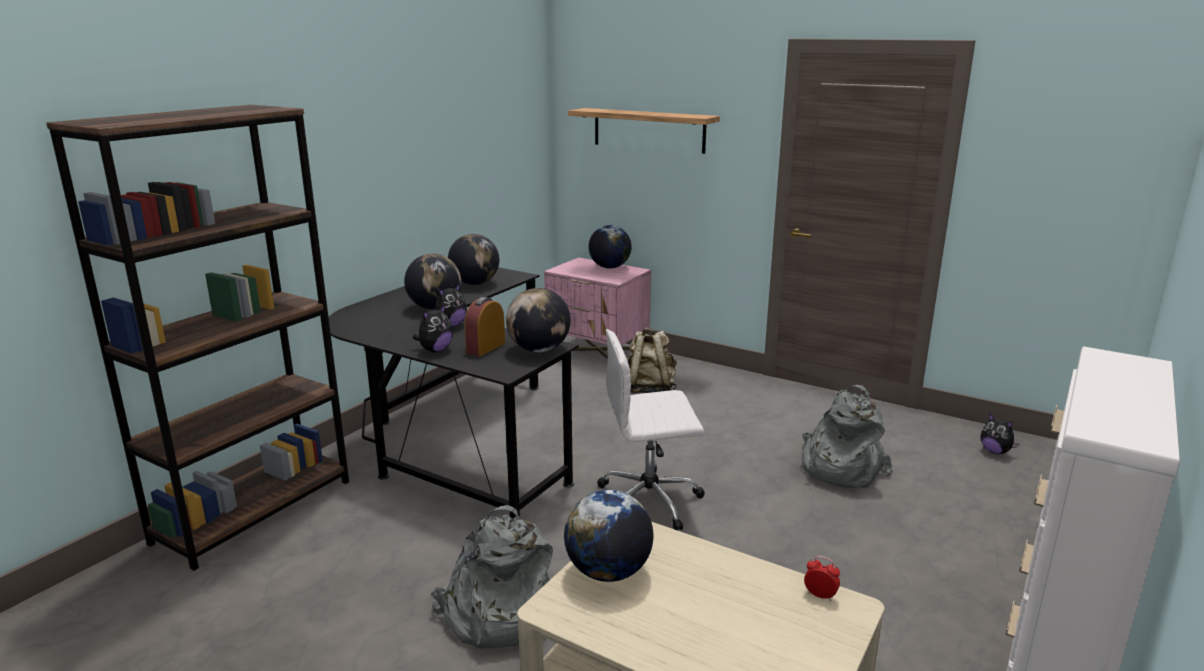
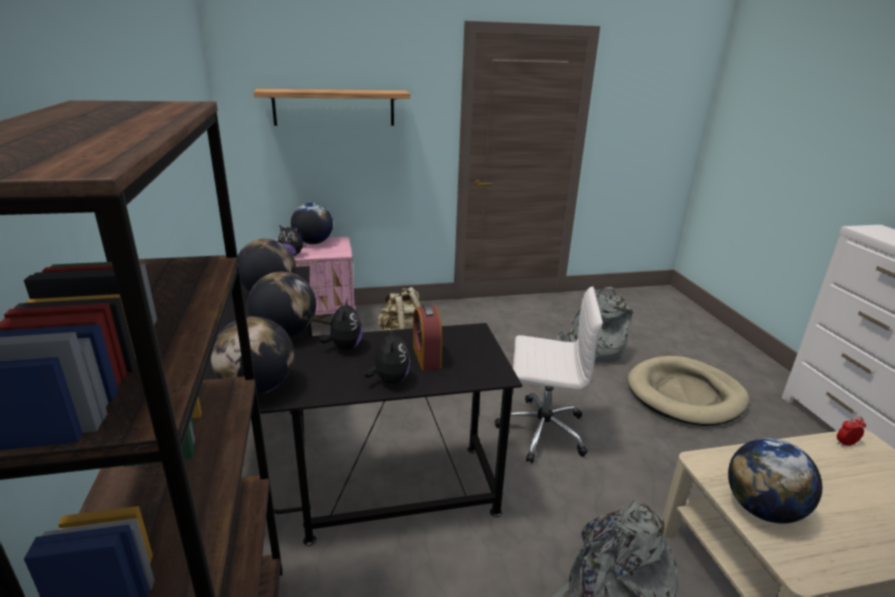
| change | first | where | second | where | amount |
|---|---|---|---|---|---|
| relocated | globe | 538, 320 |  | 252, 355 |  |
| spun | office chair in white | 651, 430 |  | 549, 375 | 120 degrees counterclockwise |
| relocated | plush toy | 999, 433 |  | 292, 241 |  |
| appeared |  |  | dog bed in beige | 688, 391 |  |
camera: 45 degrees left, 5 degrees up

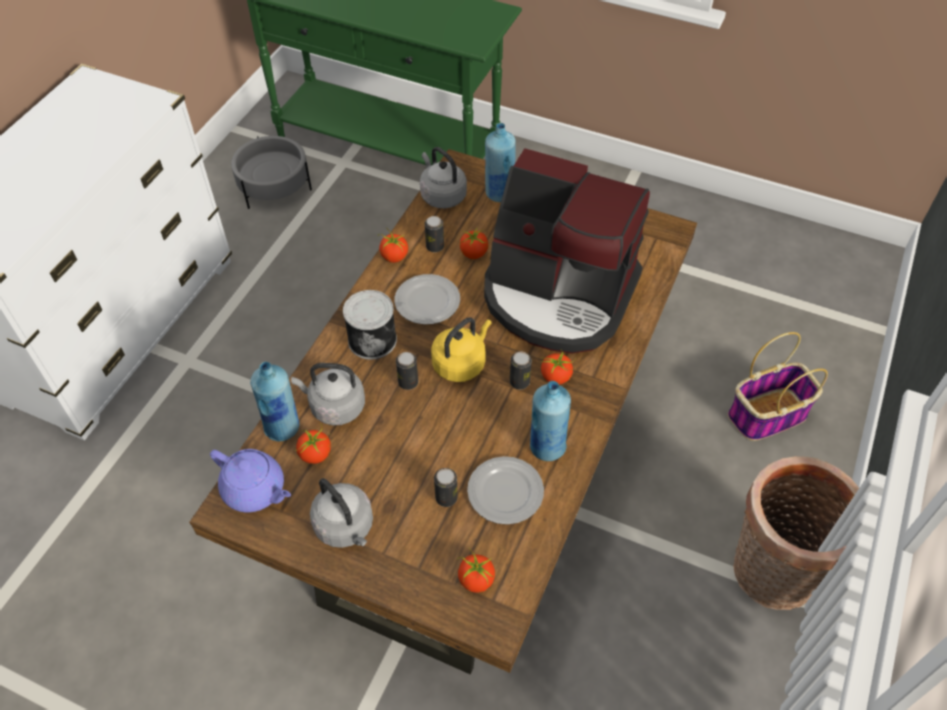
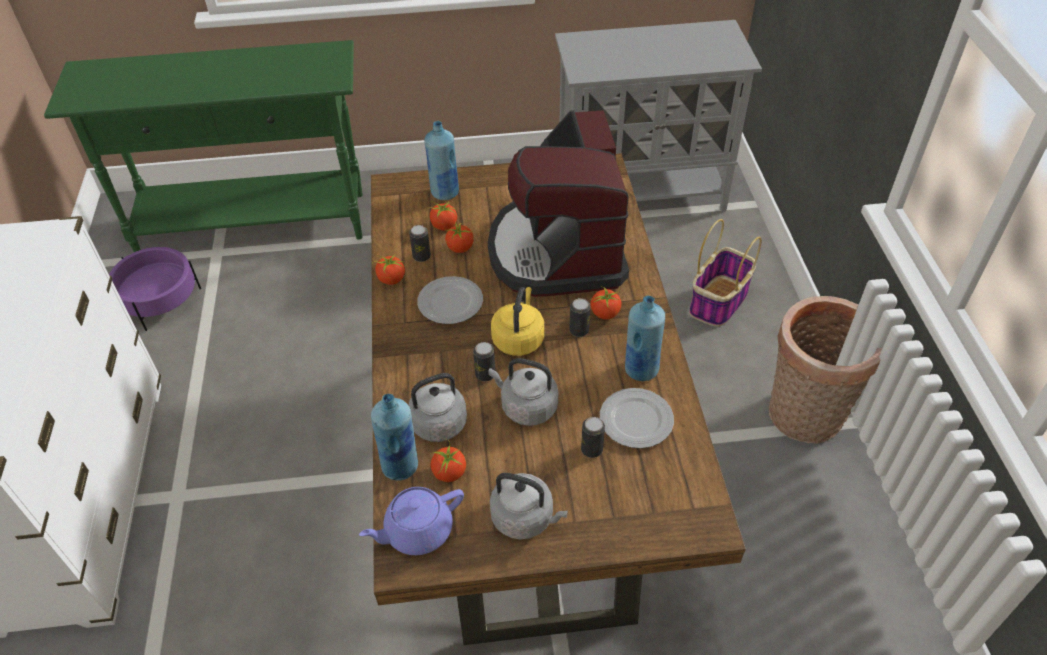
| change | first | where | second | where | amount |
|---|---|---|---|---|---|
| colour | planter in grey | 271, 172 | planter in purple | 155, 289 |  |
| relocated | kettle in grey | 443, 177 |  | 523, 392 |  |
| spun | coffee machine | 567, 251 |  | 558, 203 | 90 degrees clockwise |
| missing | can | 370, 325 |  |  |  |
| spun | teapot in purple | 250, 480 |  | 411, 521 | 150 degrees clockwise |
| relocated | tomato | 476, 570 |  | 442, 215 |  |
| appeared |  |  | cabinet in grey | 658, 116 |  |
camera: 30 degrees left, 5 degrees down

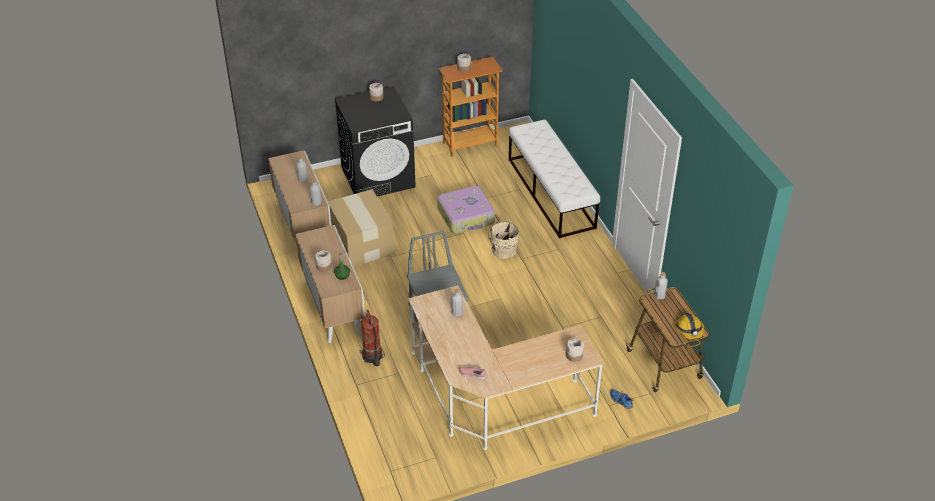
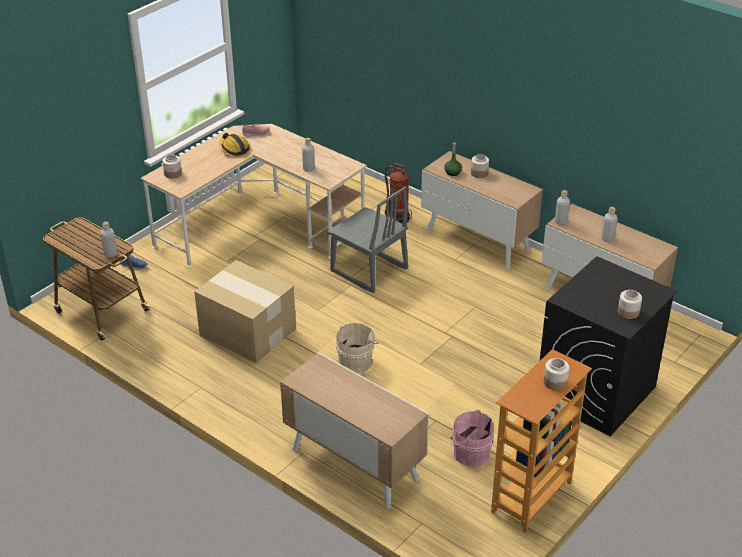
| change | first | where | second | where | amount |
|---|---|---|---|---|---|
| exchanged | bench in white | 554, 179 | cabinet | 354, 431 |  |
| missing | suitcase | 466, 210 |  |  |  |
| relocated | cardboard box | 361, 228 |  | 245, 311 |  |
| relocated | hard hat | 689, 326 |  | 235, 145 |  |
| appeared |  |  | bucket in pink | 472, 438 |  |
camera: 150 degrees right, 5 degrees down

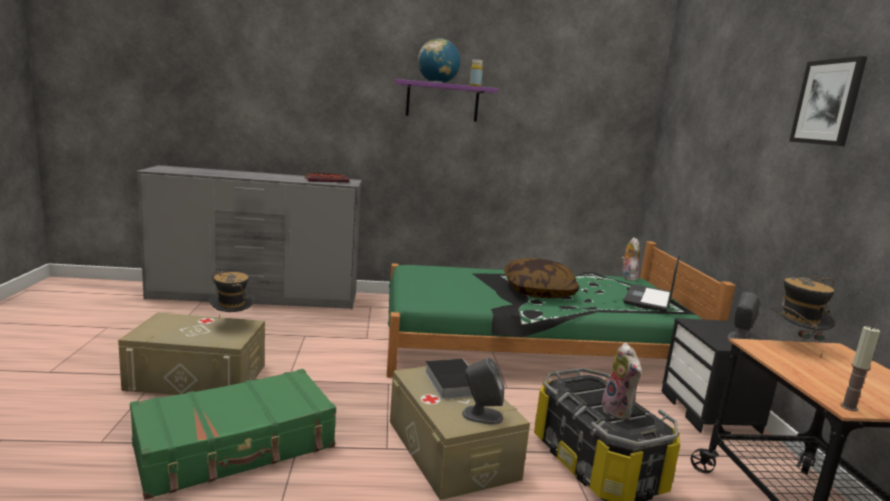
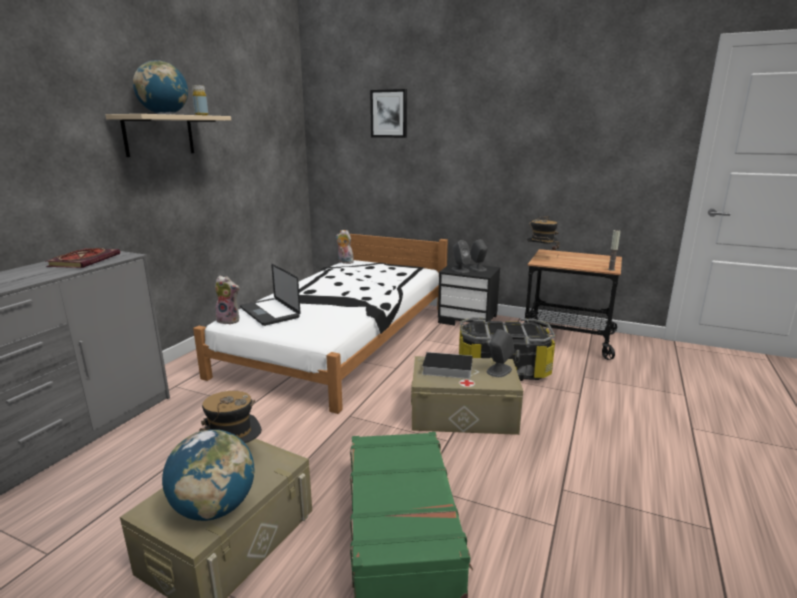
| change | first | where | second | where | amount |
|---|---|---|---|---|---|
| relocated | picture | 828, 101 |  | 388, 113 |  |
| colour | shelf in purple | 446, 100 | shelf in beige | 168, 135 |  |
| colour | bed in green | 561, 309 | bed in white | 320, 322 |  |
| relocated | laptop | 651, 283 |  | 270, 295 |  |
| missing | pillow | 542, 278 |  |  |  |
| relocated | plush toy | 622, 382 |  | 227, 300 |  |
| appeared |  |  | speaker in grey | 461, 256 |  |
| appeared |  |  | globe | 208, 475 |  |
camera: 60 degrees left, 5 degrees up

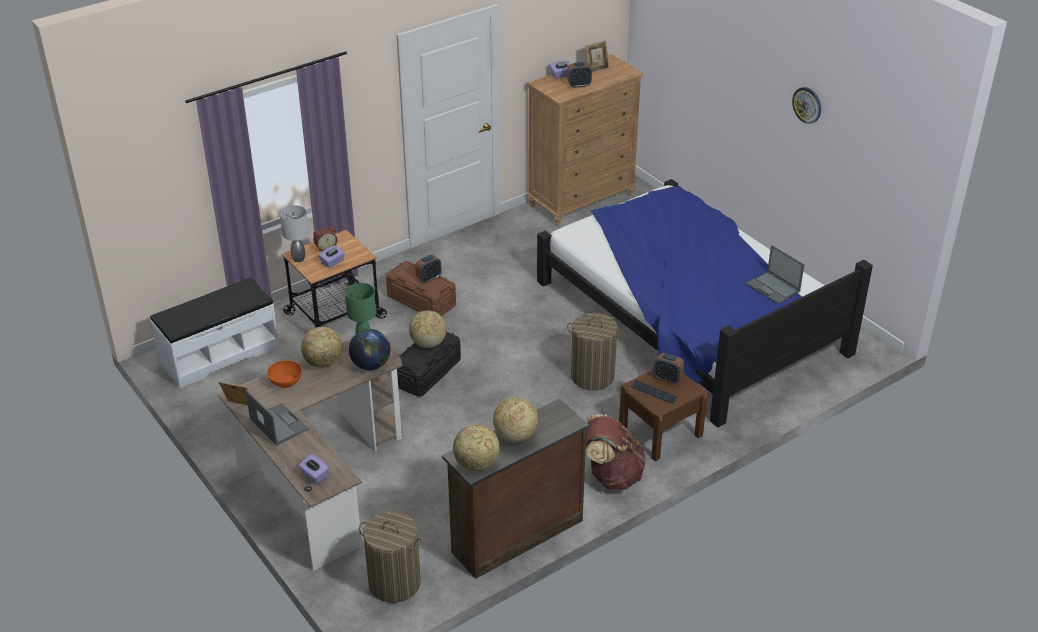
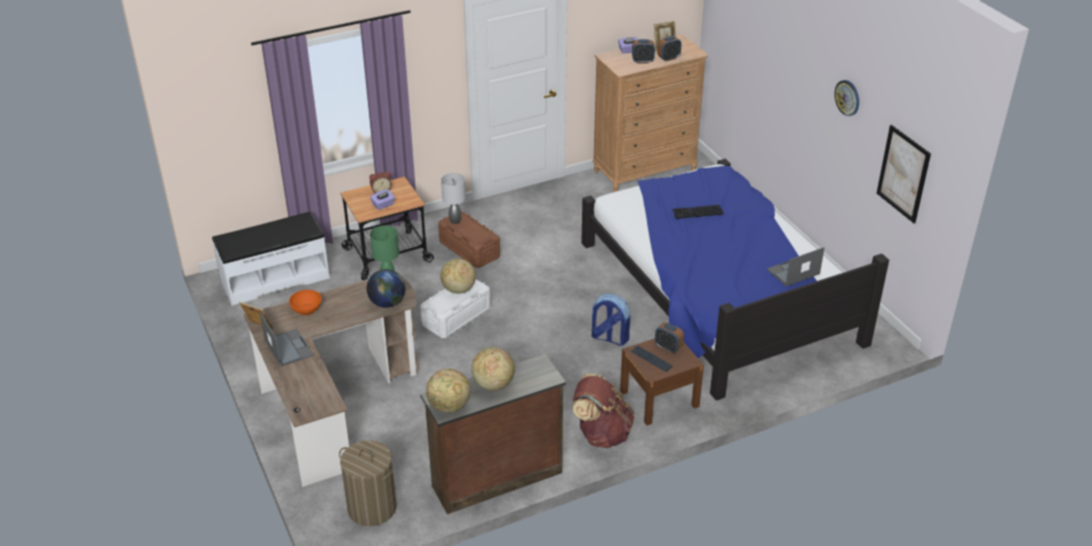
| change | first | where | second | where | amount |
|---|---|---|---|---|---|
| relocated | table lamp in grey | 294, 233 |  | 453, 198 |  |
| spun | laptop | 775, 274 |  | 795, 266 | 90 degrees clockwise |
| relocated | alarm clock | 428, 269 |  | 669, 48 |  |
| exchanged | laundry basket | 594, 351 | backpack | 610, 320 |  |
| missing | globe | 322, 347 |  |  |  |
| colour | storage box in black | 429, 364 | storage box in white | 455, 308 |  |
| missing | tissue box in purple | 313, 469 |  |  |  |
| appeared |  |  | picture | 904, 174 |  |
| appeared |  |  | keyboard | 698, 212 |  |
camera: 10 degrees right, 0 degrees up

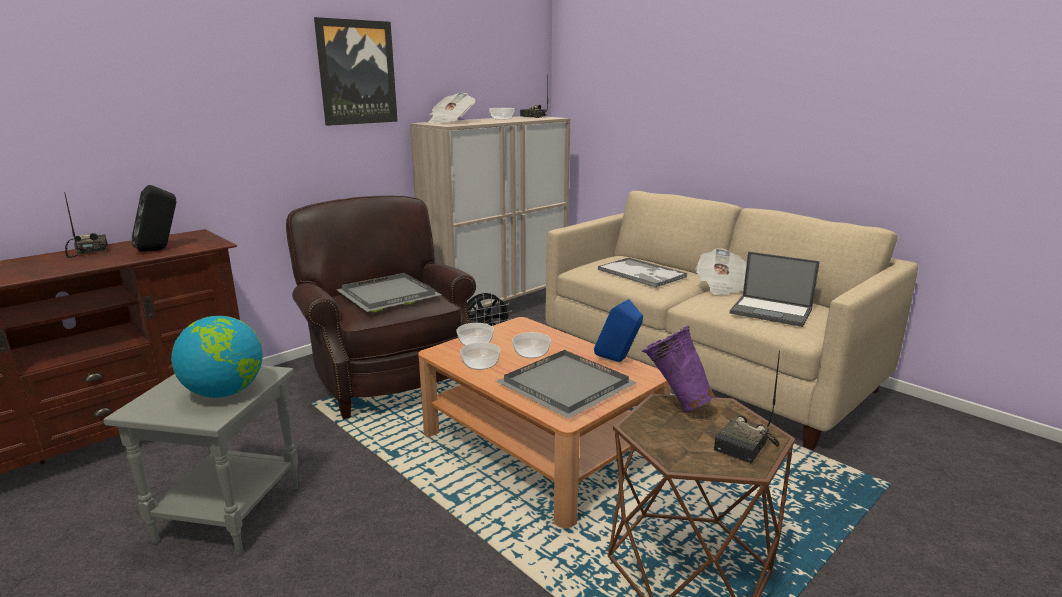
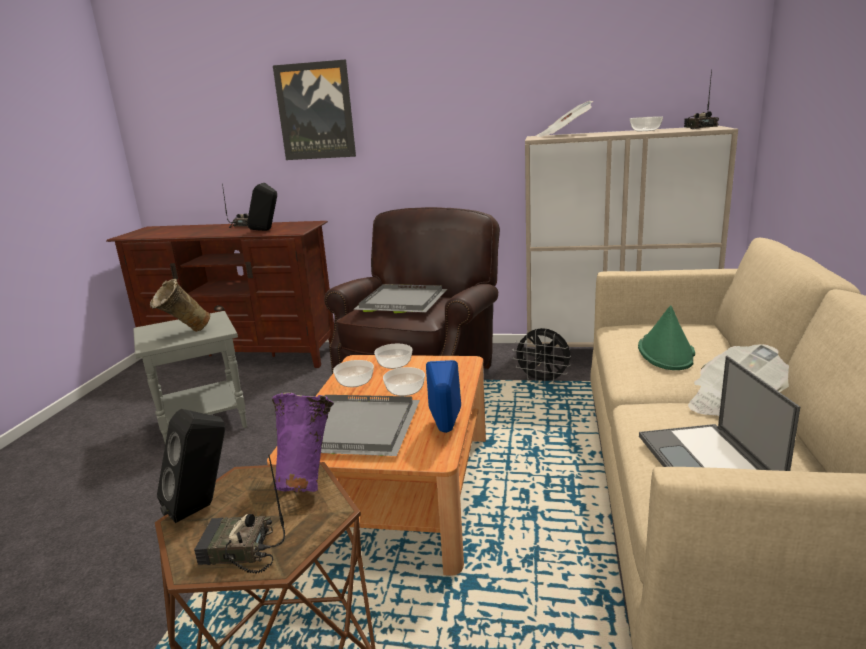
| change | first | where | second | where | amount |
|---|---|---|---|---|---|
| relocated | picture | 356, 71 |  | 314, 110 |  |
| exchanged | tray | 643, 272 | hat in green | 666, 338 |  |
| exchanged | globe | 217, 357 | vase in beige | 180, 305 |  |
| appeared |  |  | speaker in black | 191, 466 |  |
camera: 55 degrees right, 0 degrees up

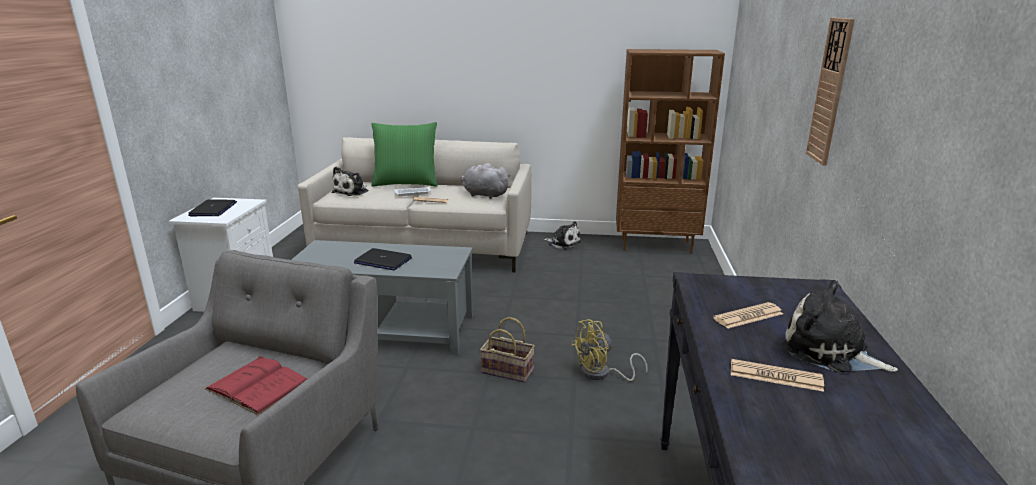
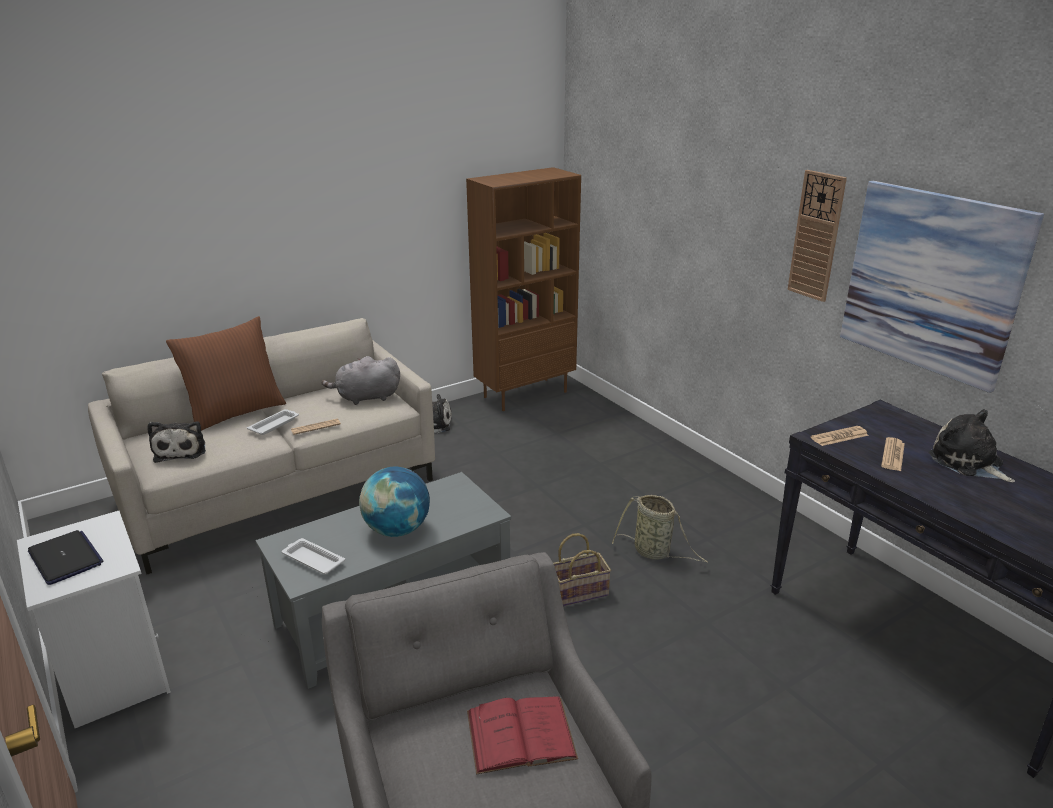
| change | first | where | second | where | amount |
|---|---|---|---|---|---|
| colour | pillow in green | 404, 154 | pillow in brown | 226, 373 |  |
| exchanged | laptop | 383, 259 | globe | 394, 502 |  |
| spun | plush toy | 840, 326 |  | 972, 445 | 60 degrees clockwise |
| exchanged | fan in yellow | 609, 350 | basket | 660, 529 |  |
| relocated | newspaper | 777, 375 |  | 840, 436 |  |
| appeared |  |  | picture | 942, 287 |  |
| appeared |  |  | tray in white | 313, 556 |  |
camera: 40 degrees left, 5 degrees up

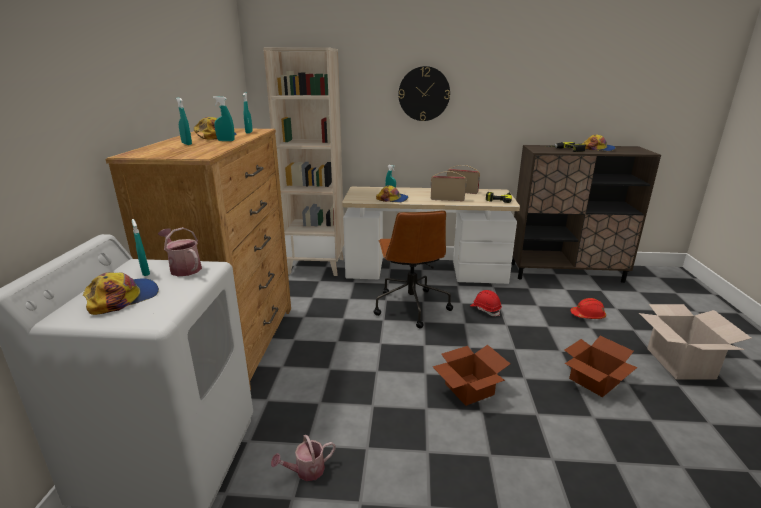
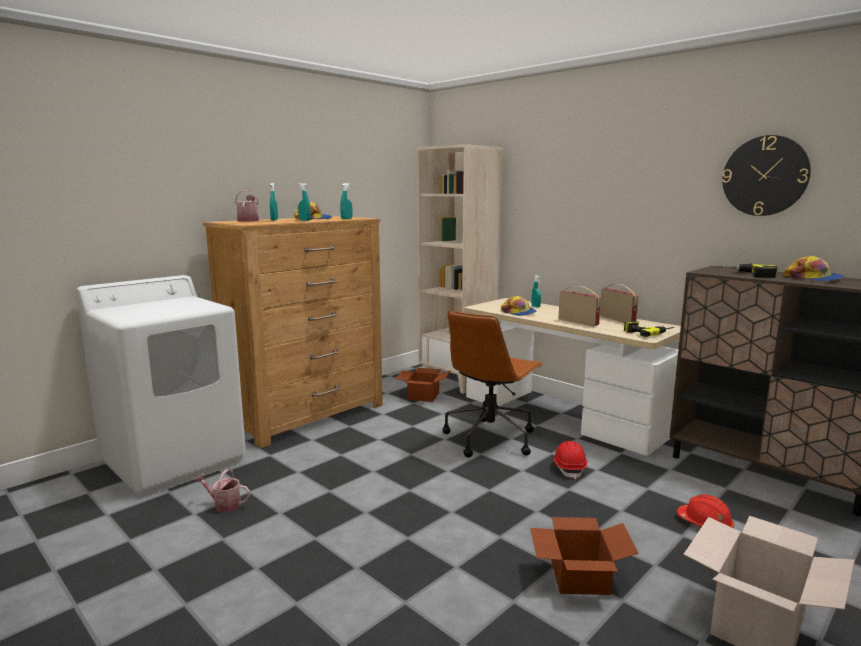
| change | first | where | second | where | amount |
|---|---|---|---|---|---|
| relocated | wall clock | 424, 93 |  | 766, 175 |  |
| missing | spray bottle in turquoise | 141, 247 |  |  |  |
| relocated | watering can | 180, 251 |  | 247, 206 |  |
| missing | cap | 121, 293 |  |  |  |
| relocated | cardboard box | 471, 375 |  | 423, 385 |  |
camera: 40 degrees right, 10 degrees down

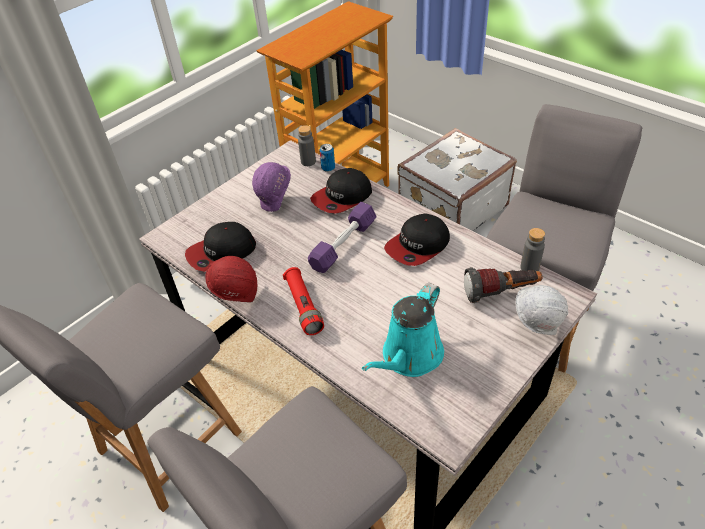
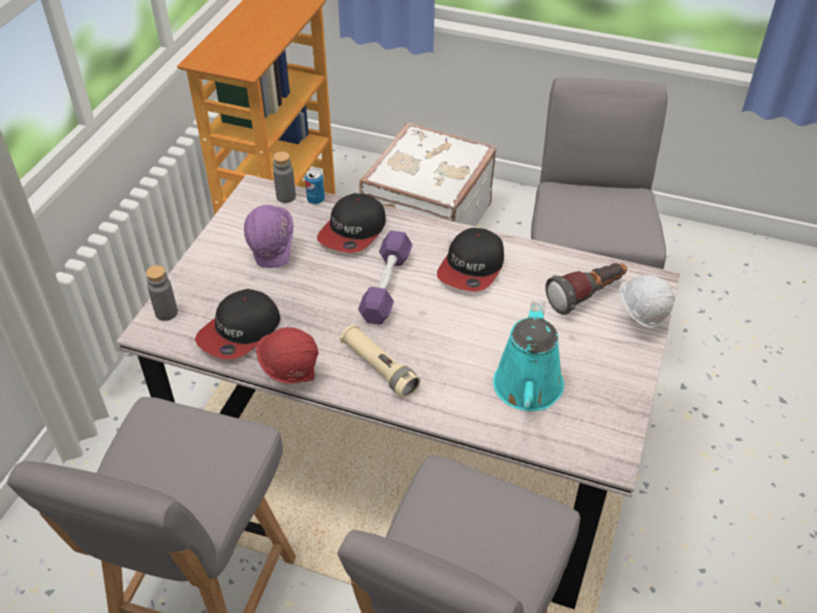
| change | first | where | second | where | amount |
|---|---|---|---|---|---|
| relocated | bottle in grey | 532, 249 |  | 162, 293 |  |
| colour | flashlight in red | 303, 301 | flashlight in beige | 380, 361 |  |
camera: 25 degrees left, 0 degrees up

